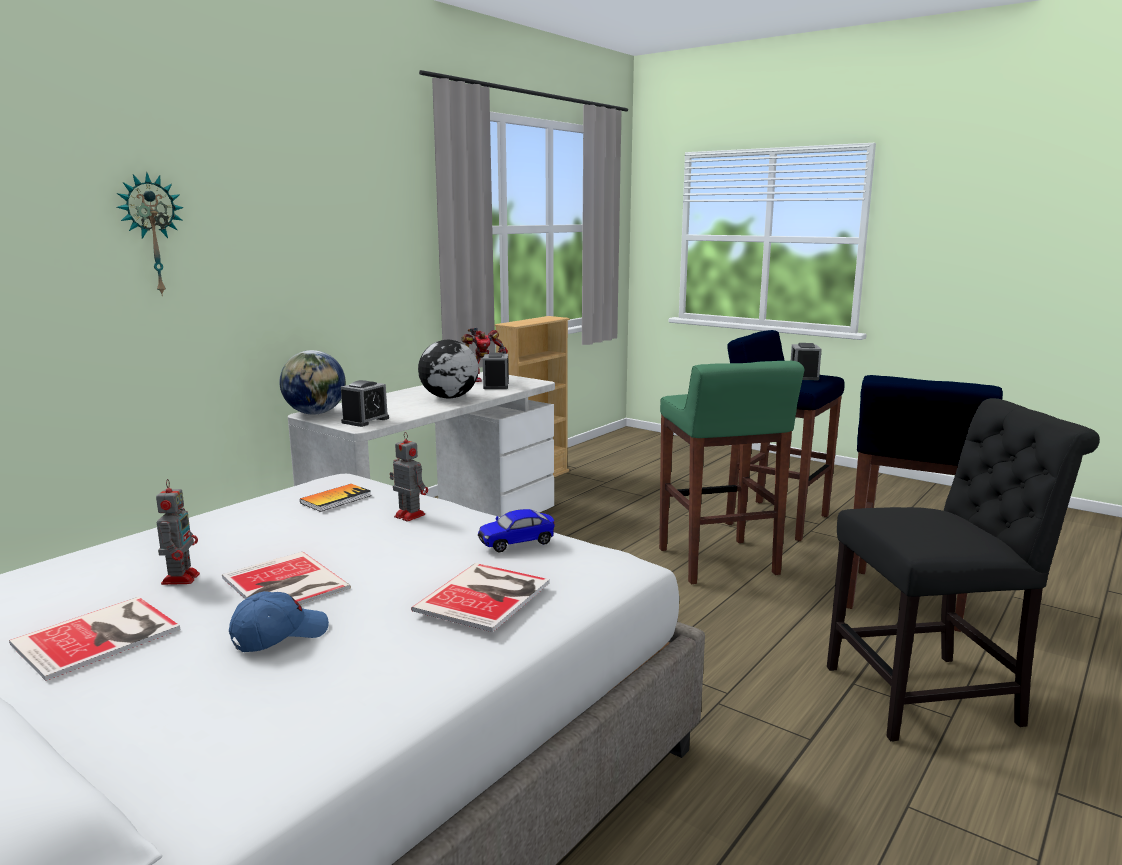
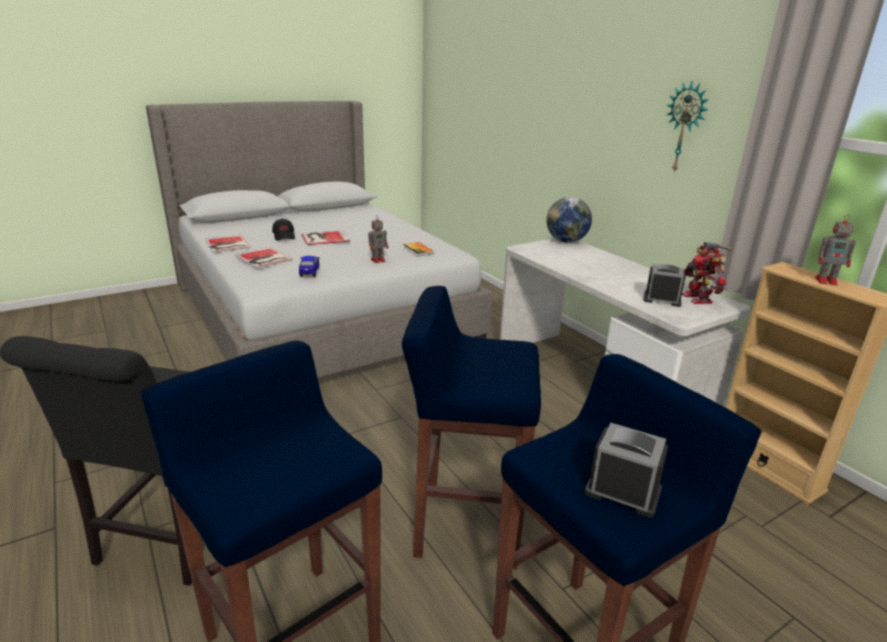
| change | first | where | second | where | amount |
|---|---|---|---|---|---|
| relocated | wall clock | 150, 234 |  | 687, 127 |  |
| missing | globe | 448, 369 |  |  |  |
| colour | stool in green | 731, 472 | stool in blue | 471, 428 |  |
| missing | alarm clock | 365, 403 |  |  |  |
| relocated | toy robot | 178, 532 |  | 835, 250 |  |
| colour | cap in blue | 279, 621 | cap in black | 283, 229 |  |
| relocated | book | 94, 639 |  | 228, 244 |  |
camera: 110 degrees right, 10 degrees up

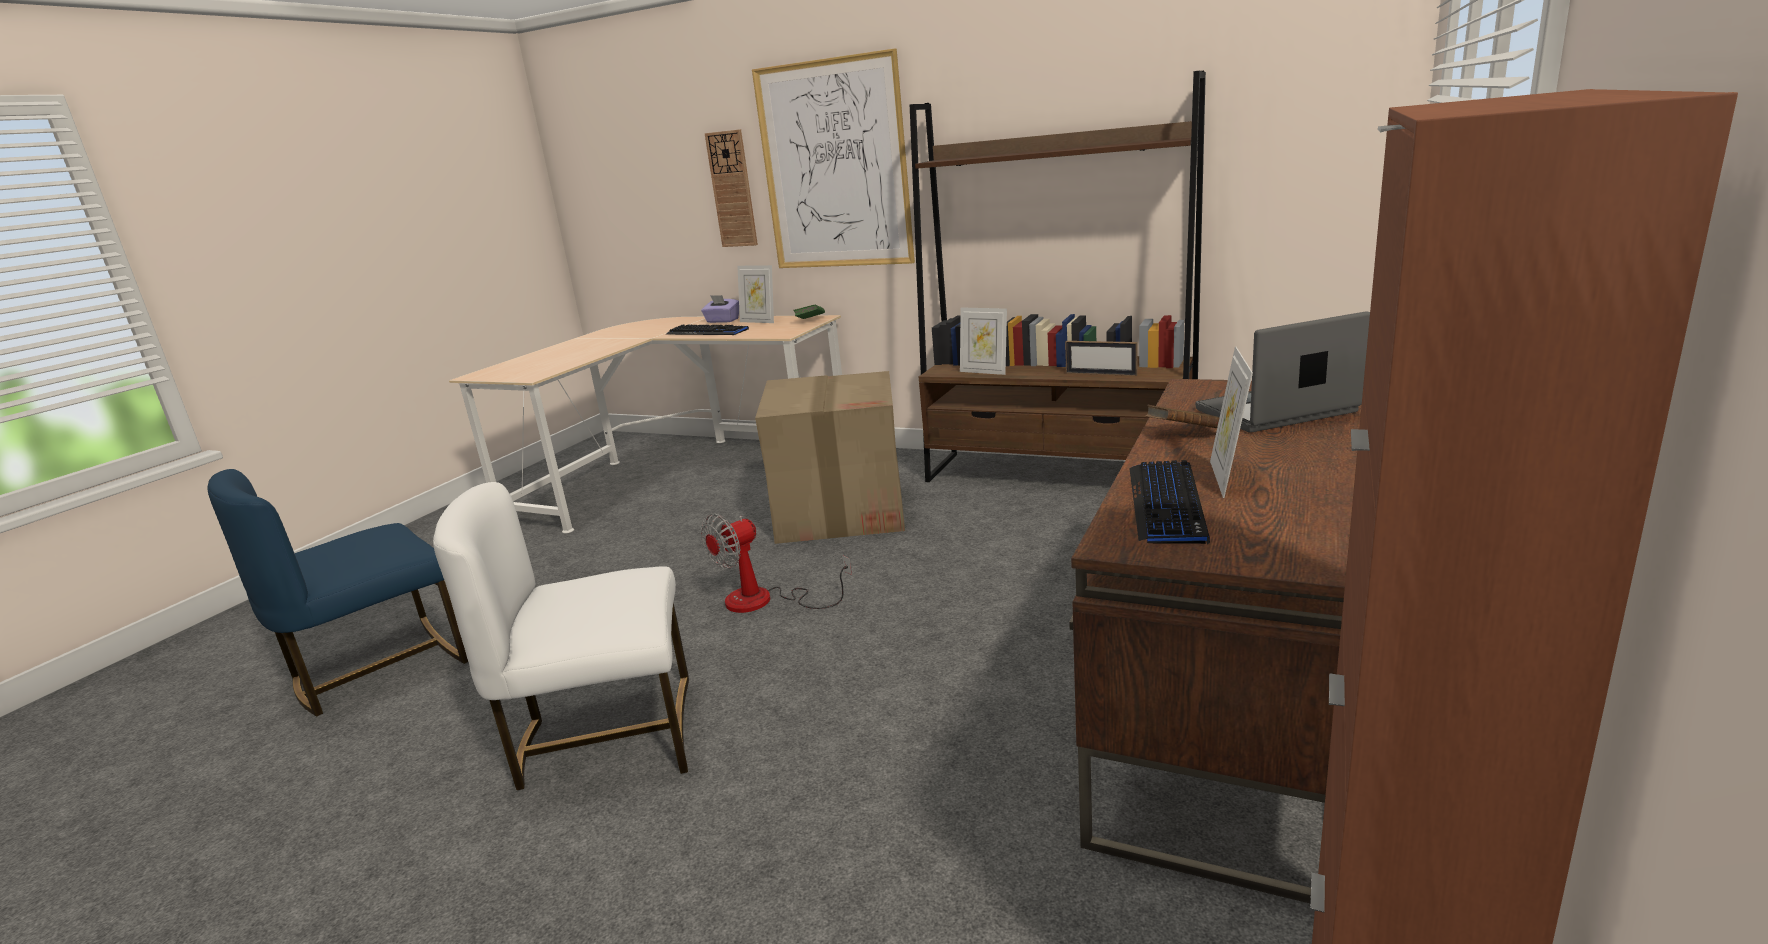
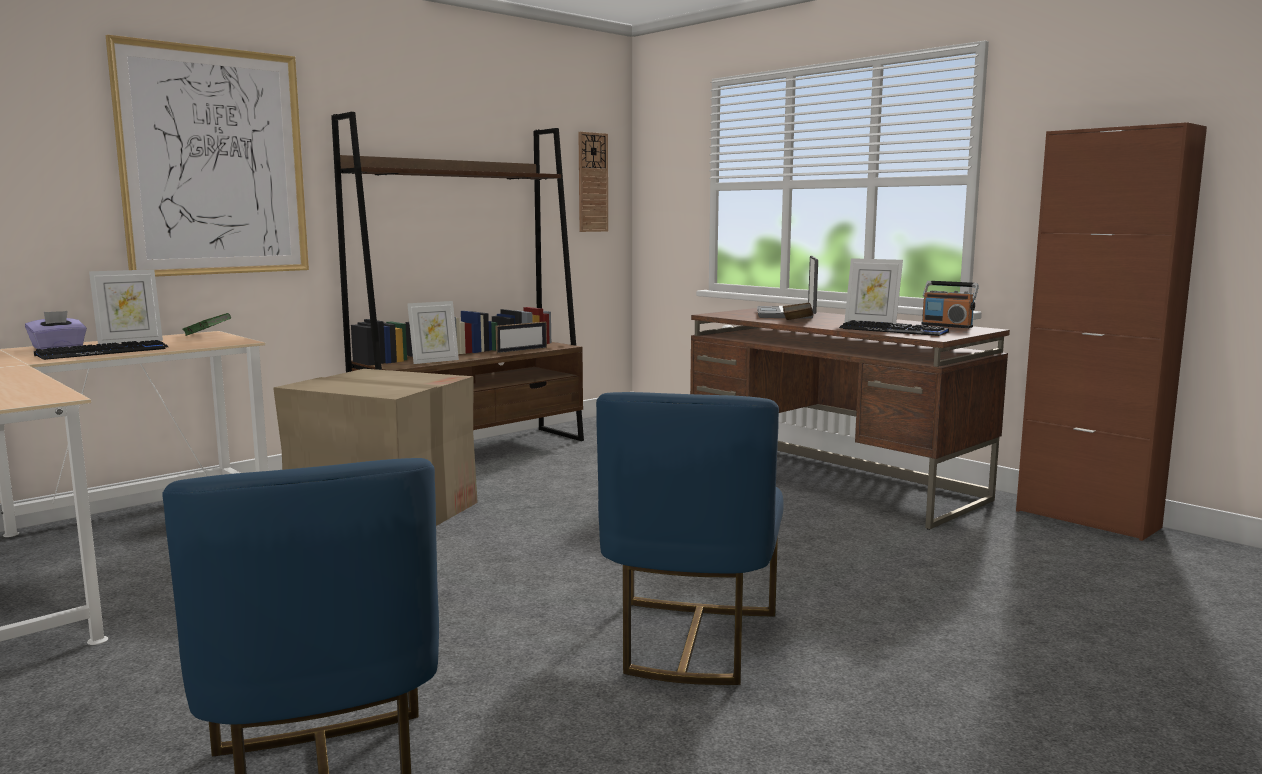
| change | first | where | second | where | amount |
|---|---|---|---|---|---|
| relocated | wall clock | 731, 188 |  | 593, 182 |  |
| colour | chair in white | 561, 636 | chair in blue | 690, 538 |  |
| missing | fan | 776, 563 |  |  |  |
| appeared |  |  | radio | 950, 304 |  |
camera: 70 degrees left, 10 degrees down

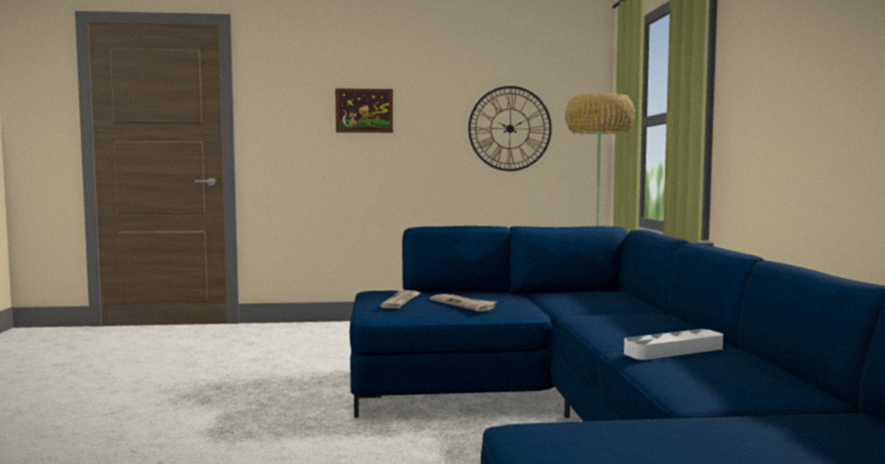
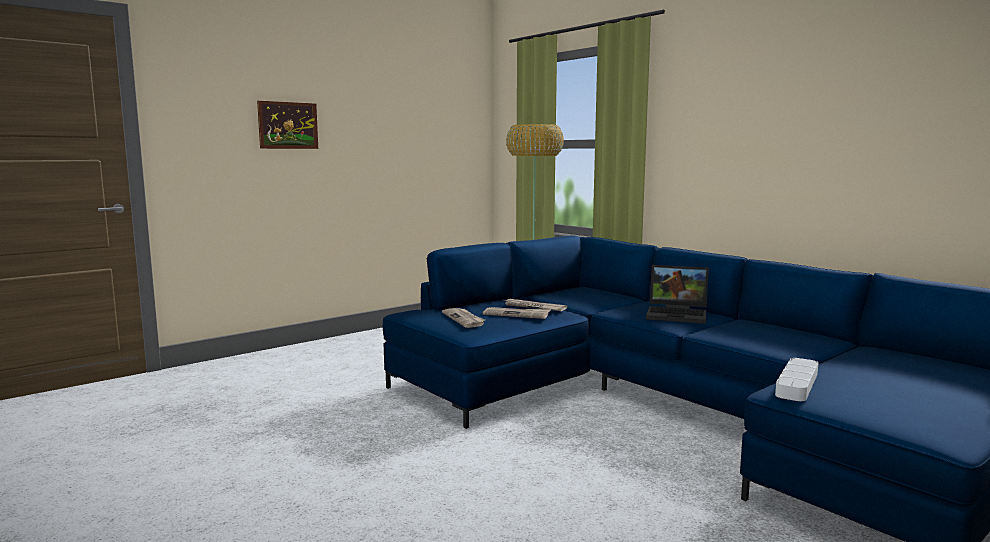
| change | first | where | second | where | amount |
|---|---|---|---|---|---|
| missing | wall clock | 510, 128 |  |  |  |
| relocated | tray in white | 673, 344 |  | 796, 379 |  |
| appeared |  |  | laptop | 677, 294 |  |
| appeared |  |  | newspaper | 535, 305 |  |
camera: 35 degrees left, 5 degrees up

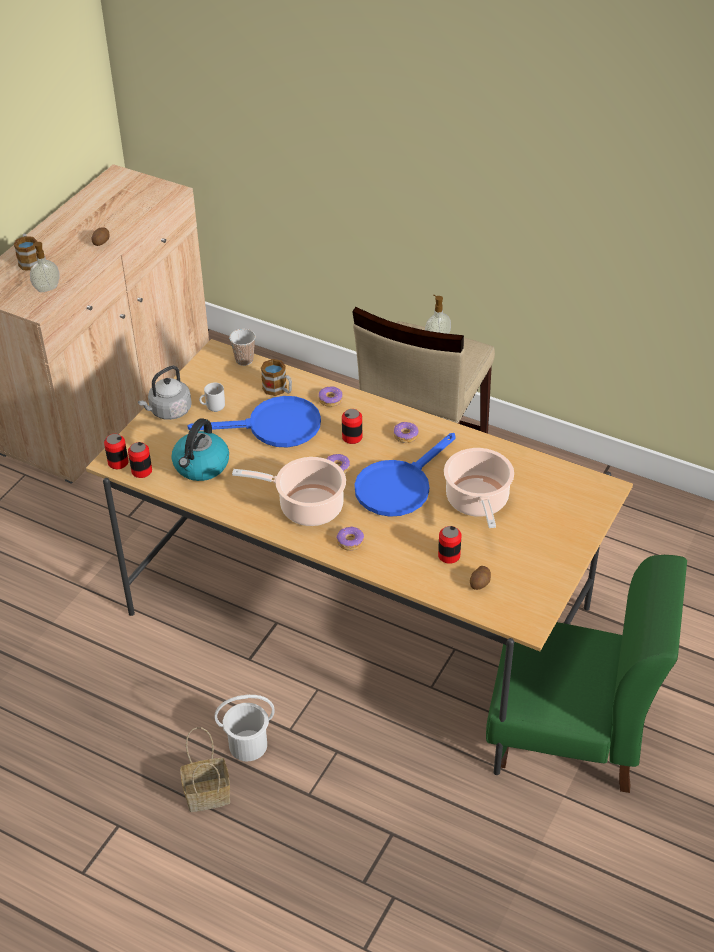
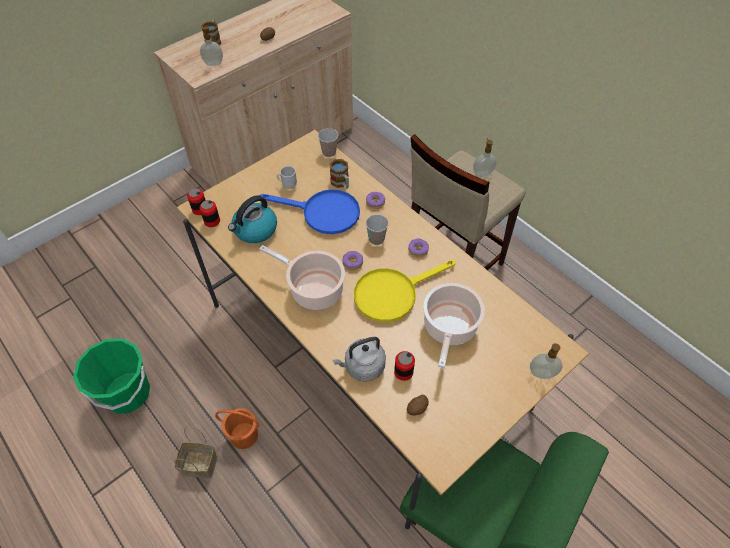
| change | first | where | second | where | amount |
|---|---|---|---|---|---|
| relocated | kettle in grey | 165, 393 |  | 359, 359 |  |
| exchanged | can | 352, 426 | cup | 377, 229 |  |
| colour | frying pan in blue | 405, 475 | frying pan in yellow | 405, 291 |  |
| missing | donut | 350, 538 |  |  |  |
| colour | bucket in white | 245, 728 | bucket in orange | 237, 428 |  |
| appeared |  |  | bucket in green | 111, 376 |  |
| appeared |  |  | soap dispenser | 546, 361 |  |
camera: 20 degrees right, 10 degrees up

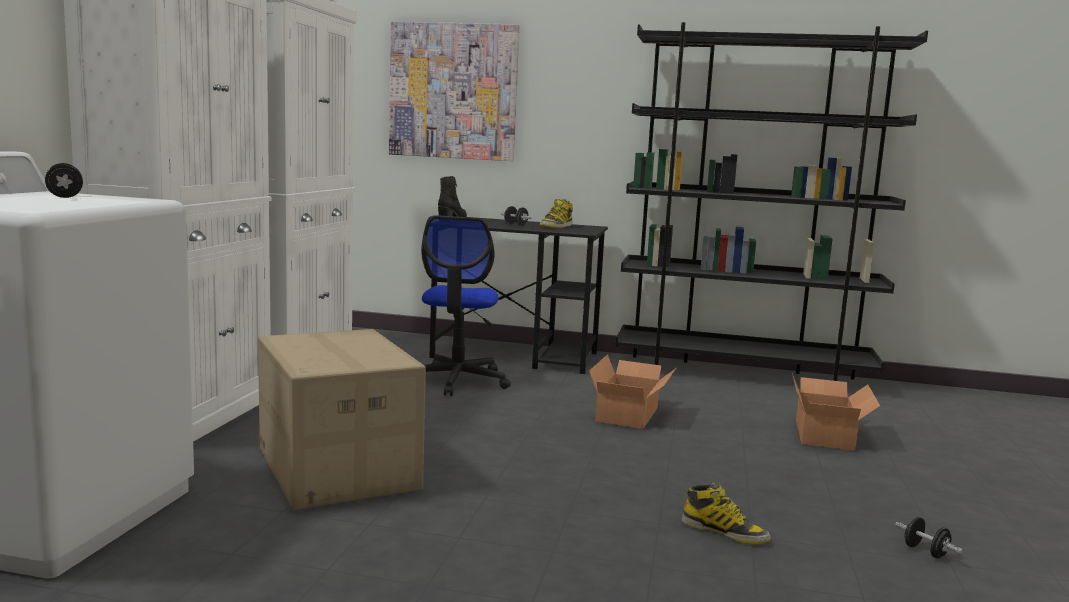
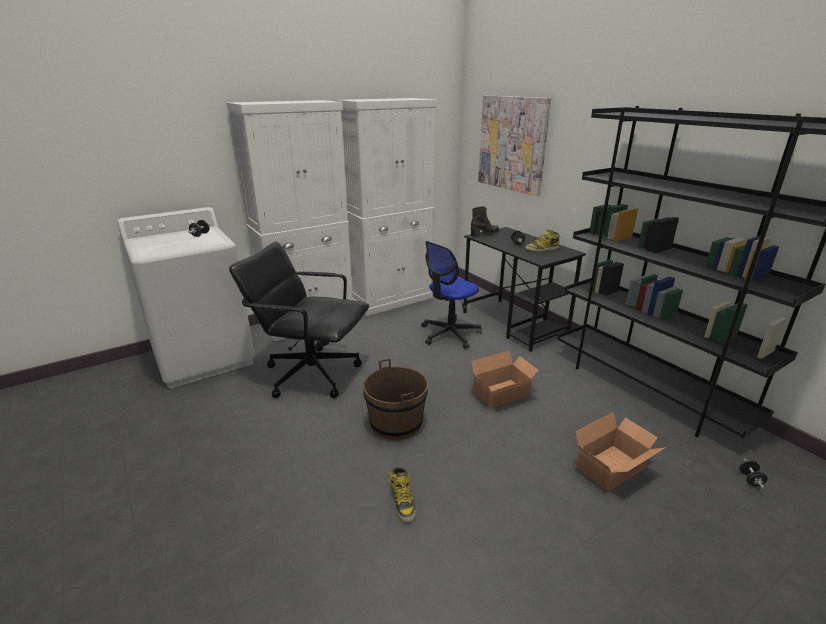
| change | first | where | second | where | amount |
|---|---|---|---|---|---|
| exchanged | cardboard box | 342, 419 | office chair in black | 299, 319 |  |
| relocated | dumbbell in black | 929, 537 |  | 753, 473 |  |
| appeared |  |  | bucket in brown | 395, 399 |  |
camera: 45 degrees right, 15 degrees up

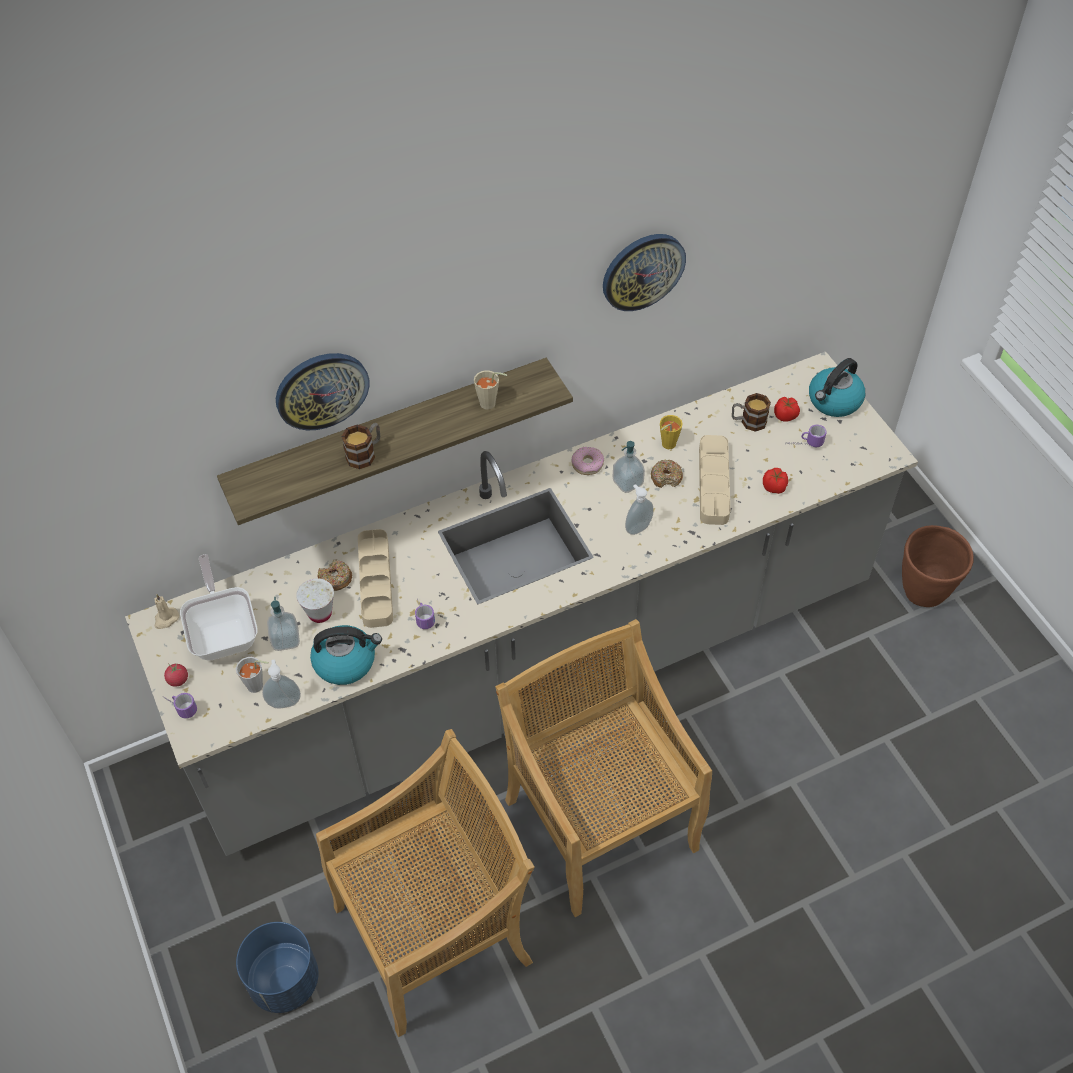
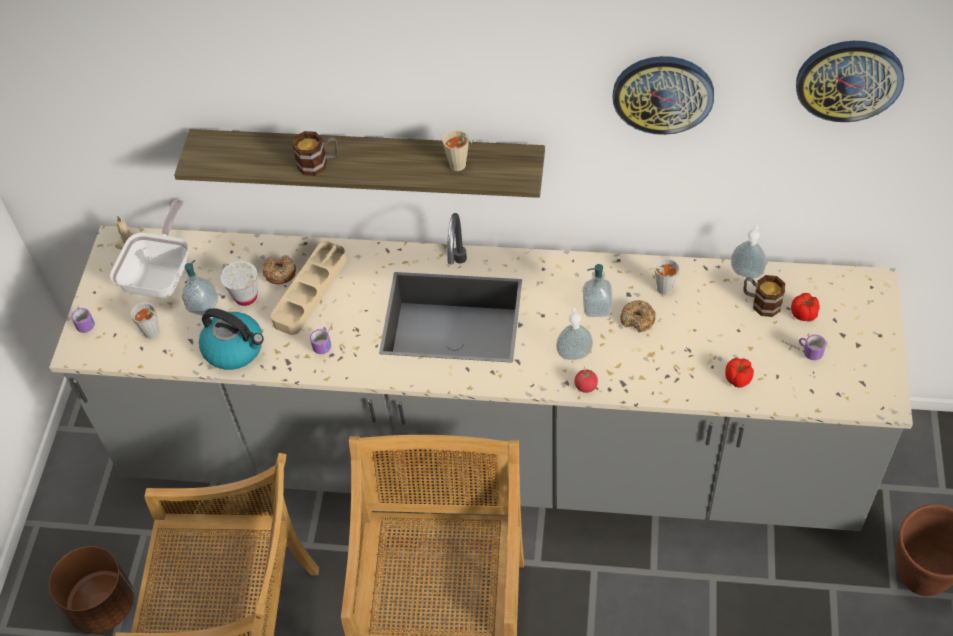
| change | first | where | second | where | amount |
|---|---|---|---|---|---|
| relocated | wall clock | 323, 391 |  | 850, 81 |  |
| missing | kettle | 837, 387 |  |  |  |
| colour | cup in yellow | 671, 432 | cup in grey | 664, 276 |  |
| missing | tray in beige | 714, 480 |  |  |  |
| missing | donut | 588, 461 |  |  |  |
| relocated | soap dispenser | 281, 683 |  | 748, 252 |  |
| relocated | tomato | 176, 675 |  | 586, 380 |  |
| colour | planter in blue | 277, 967 | planter in brown | 91, 589 |  |
camera: 35 degrees right, 0 degrees up

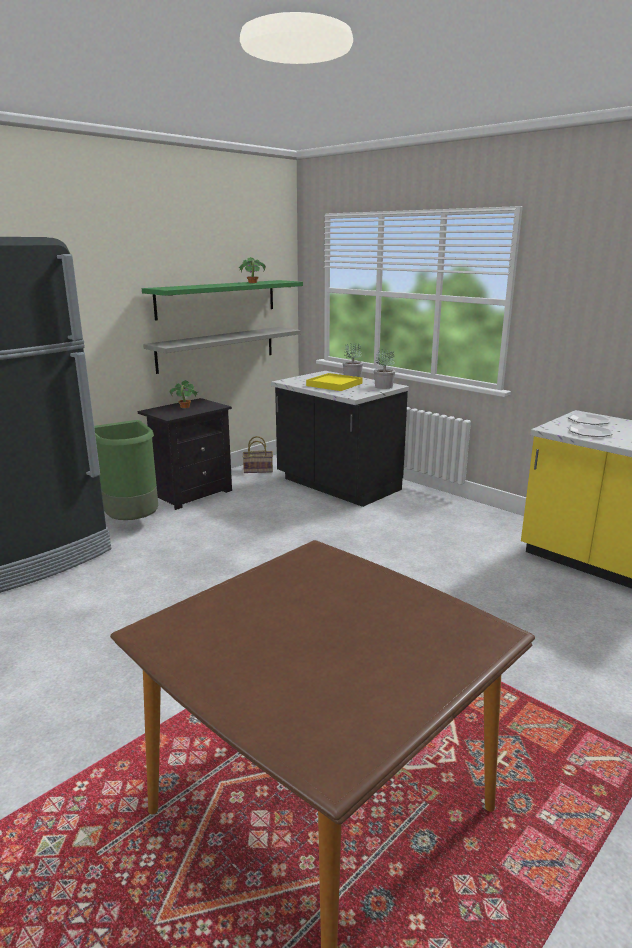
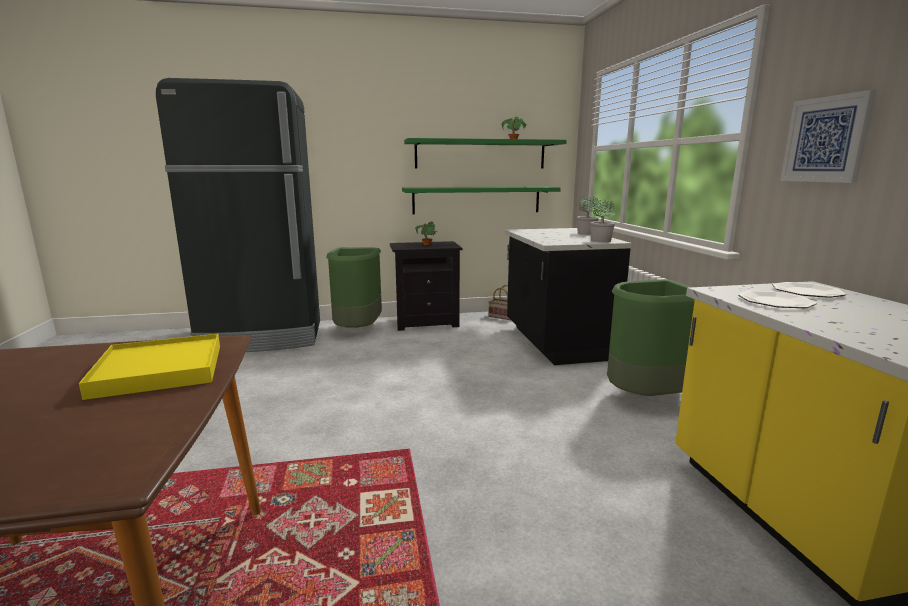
| change | first | where | second | where | amount |
|---|---|---|---|---|---|
| colour | shelf in grey | 222, 350 | shelf in green | 481, 200 |  |
| relocated | tray in yellow | 334, 382 |  | 149, 367 |  |
| appeared |  |  | picture | 828, 136 |  |
| appeared |  |  | trash can in green | 651, 337 |  |
camera: 35 degrees right, 5 degrees down

